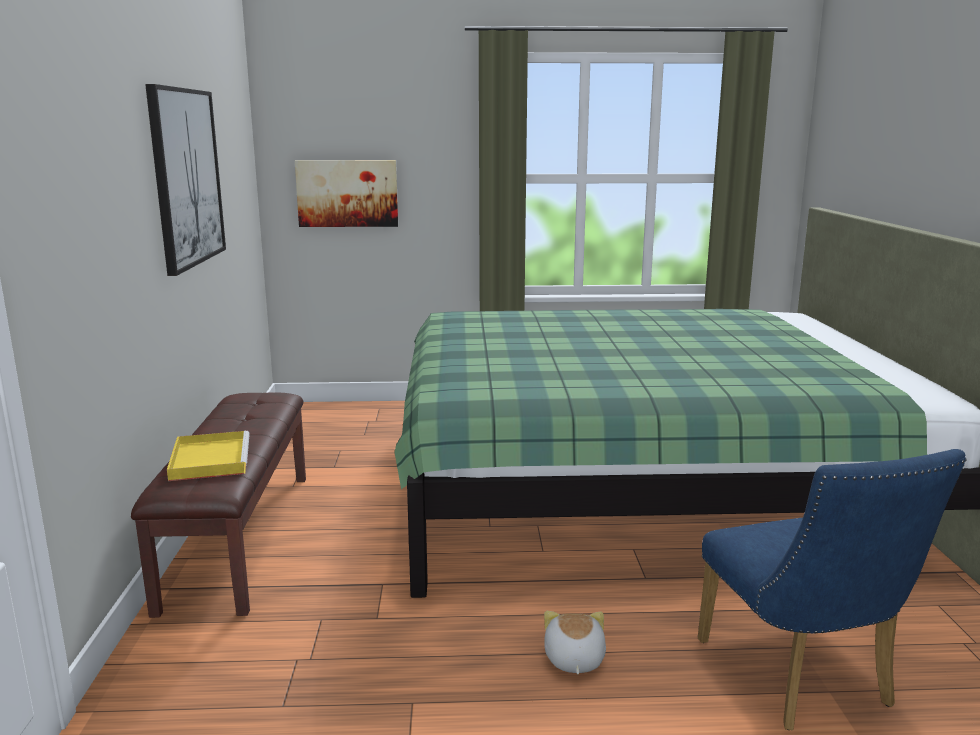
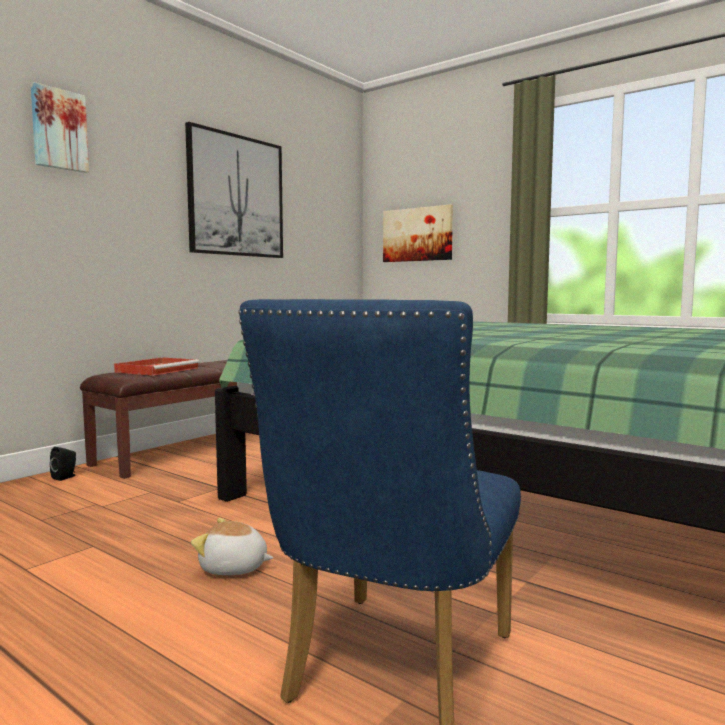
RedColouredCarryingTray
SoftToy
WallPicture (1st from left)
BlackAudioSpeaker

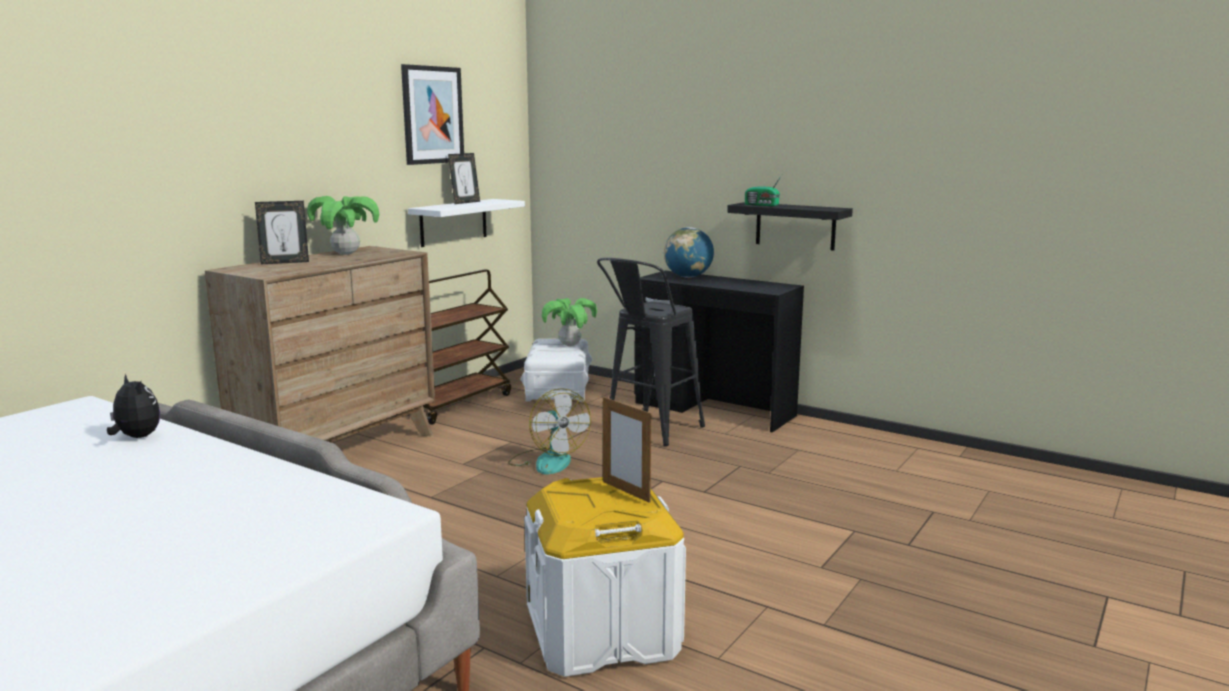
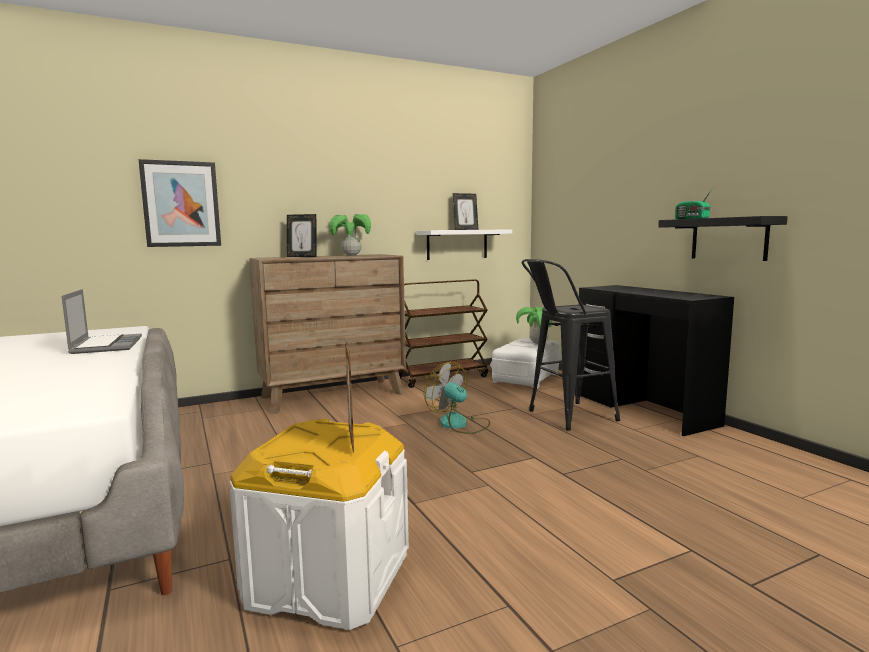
WallPicture
WorldGlobe
PortableComputer
Fan

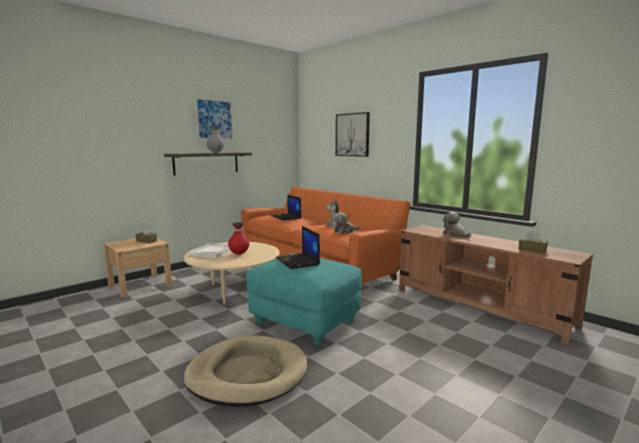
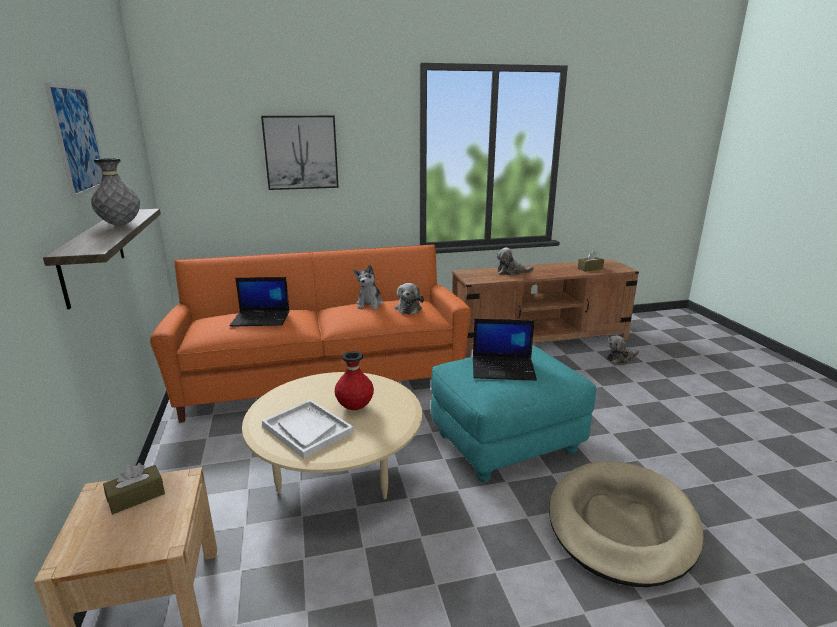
SoftToy (4th from left)

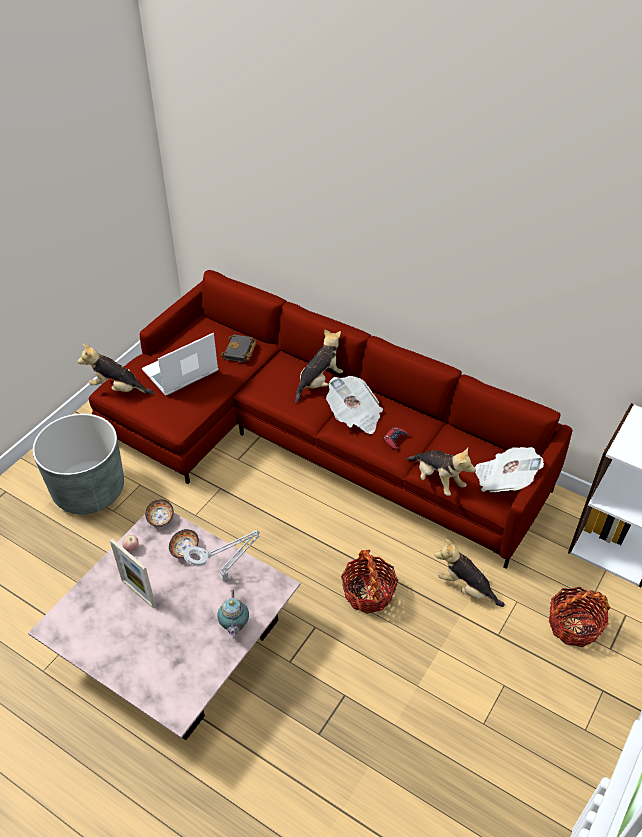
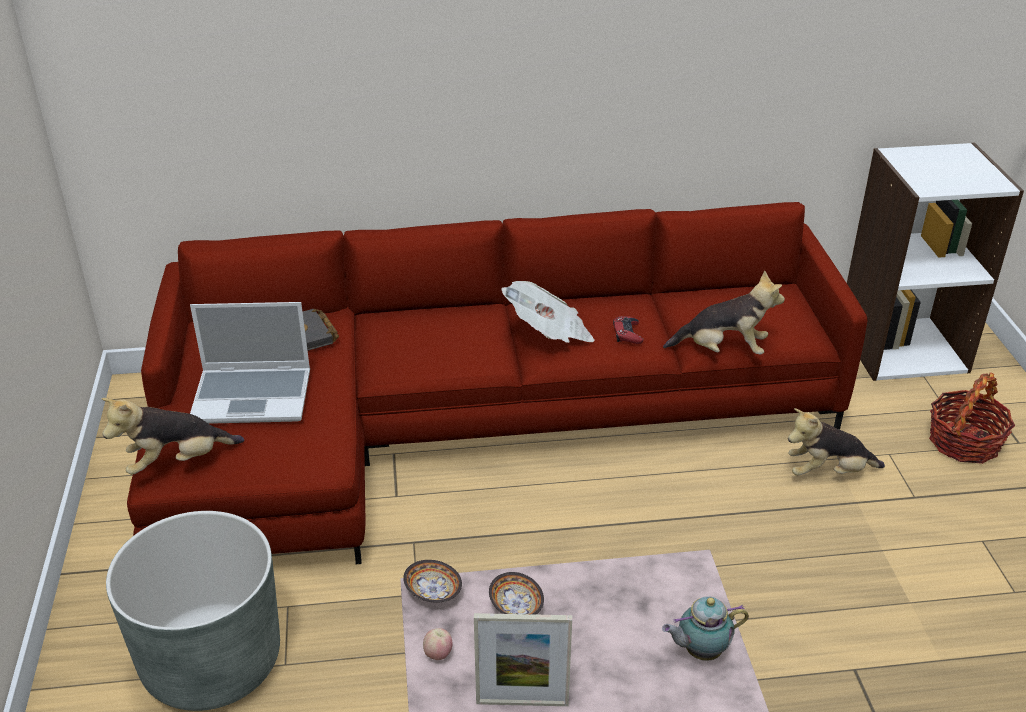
SoftToy (2nd from left in the first image)
PortableComputer
Newspaper (2nd from left in the first image)
GreyishTabletopLamp
Basket (1st from left in the first image)
PotForTea

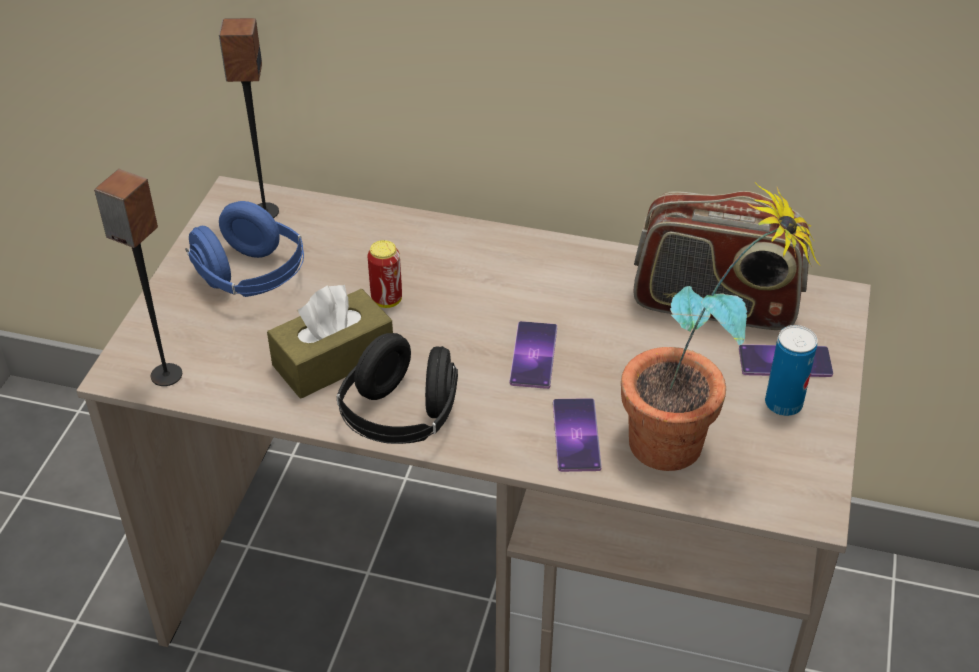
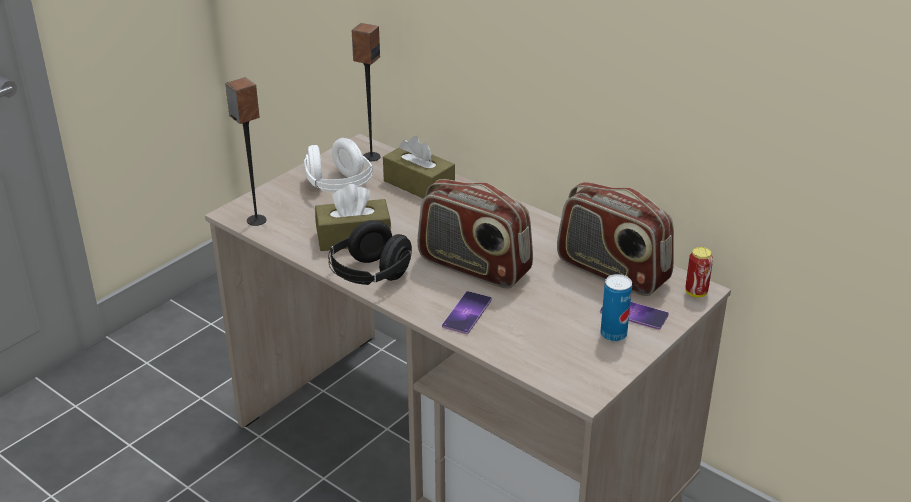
PottedPlant
WhitishPairOfHeadphones
Can (2nd from left)
RadioSet (1st from left)
BrownColouredTissueBox (2nd from left)

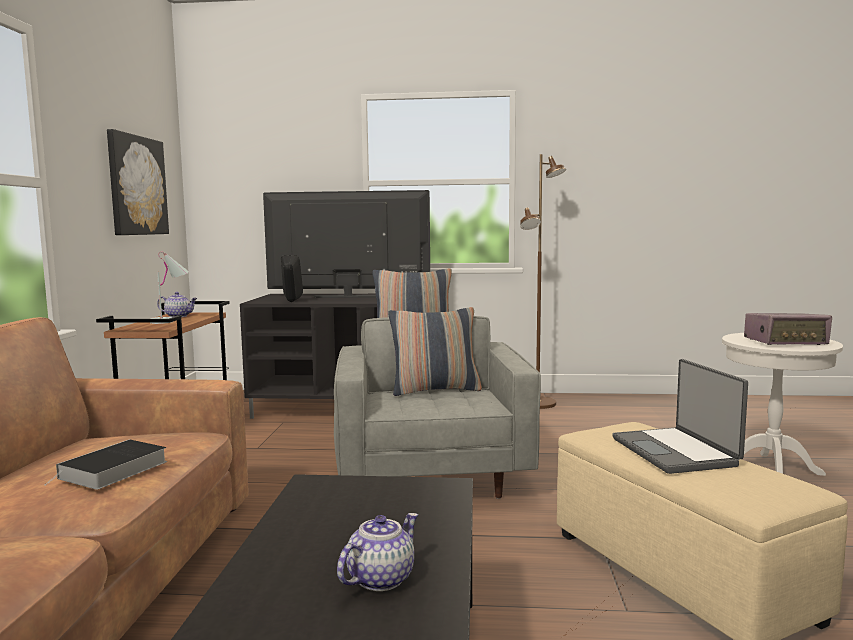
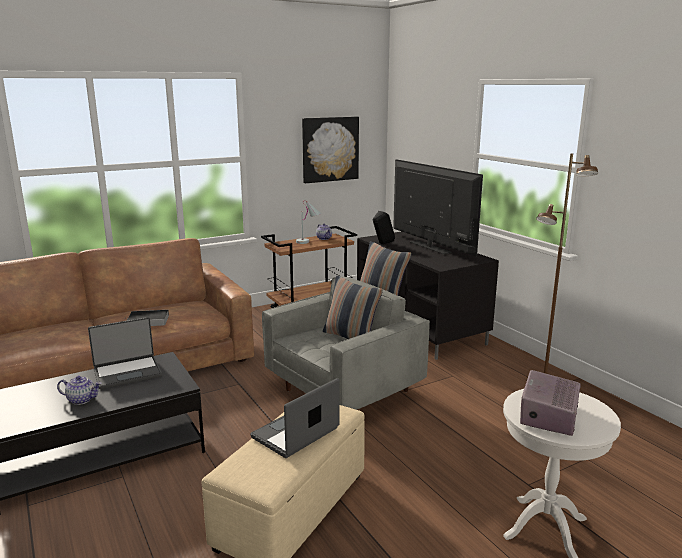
RadioSet
PortableComputer (1st from left)

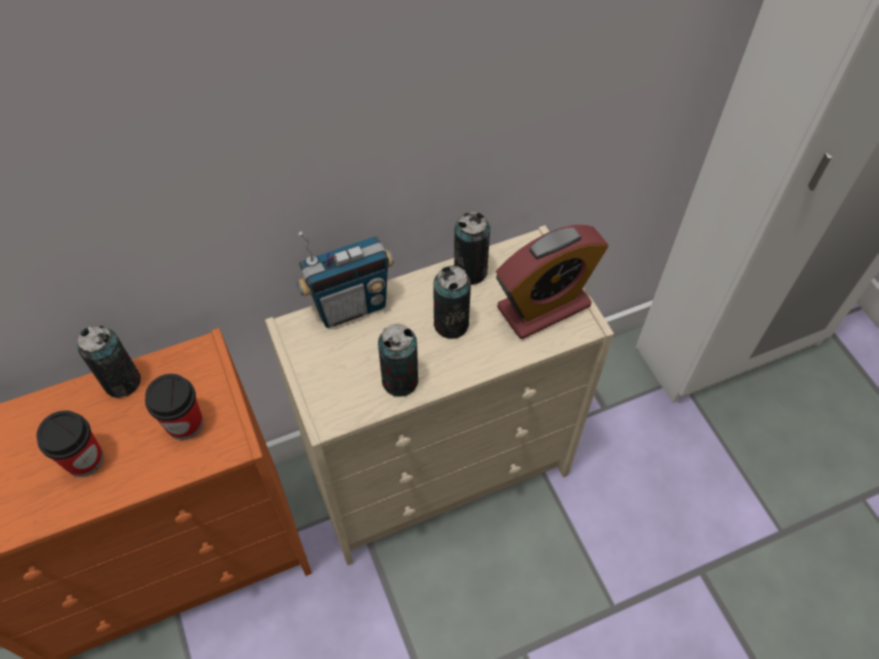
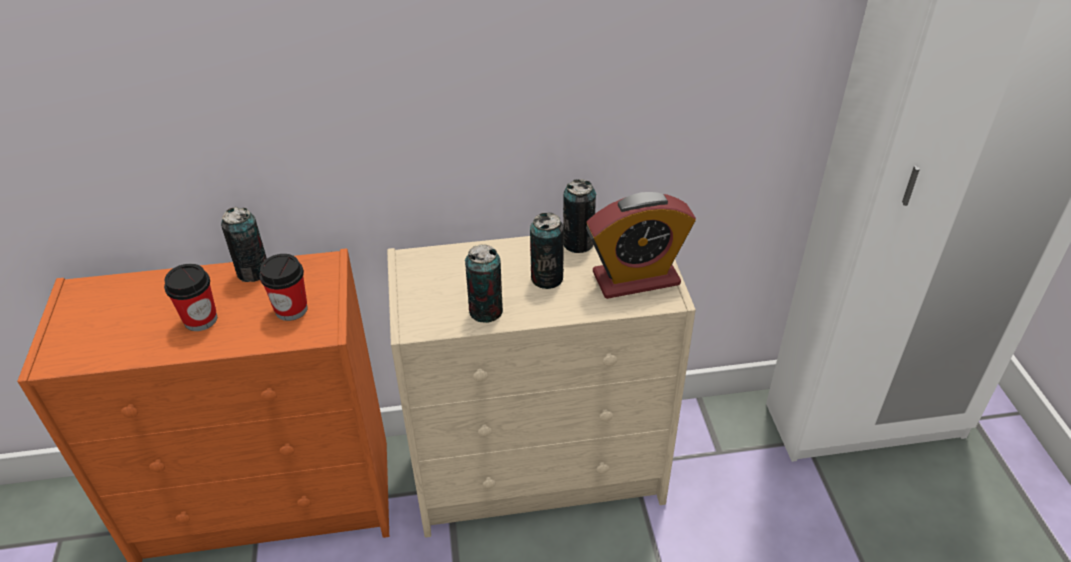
RadioSet

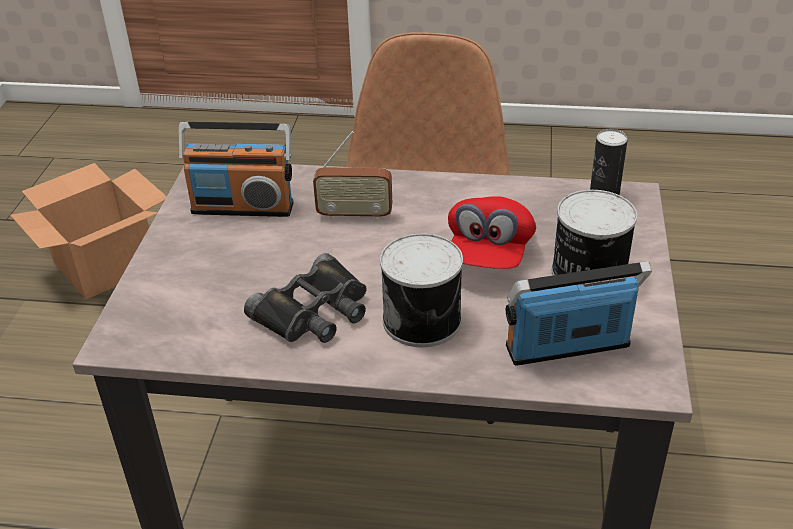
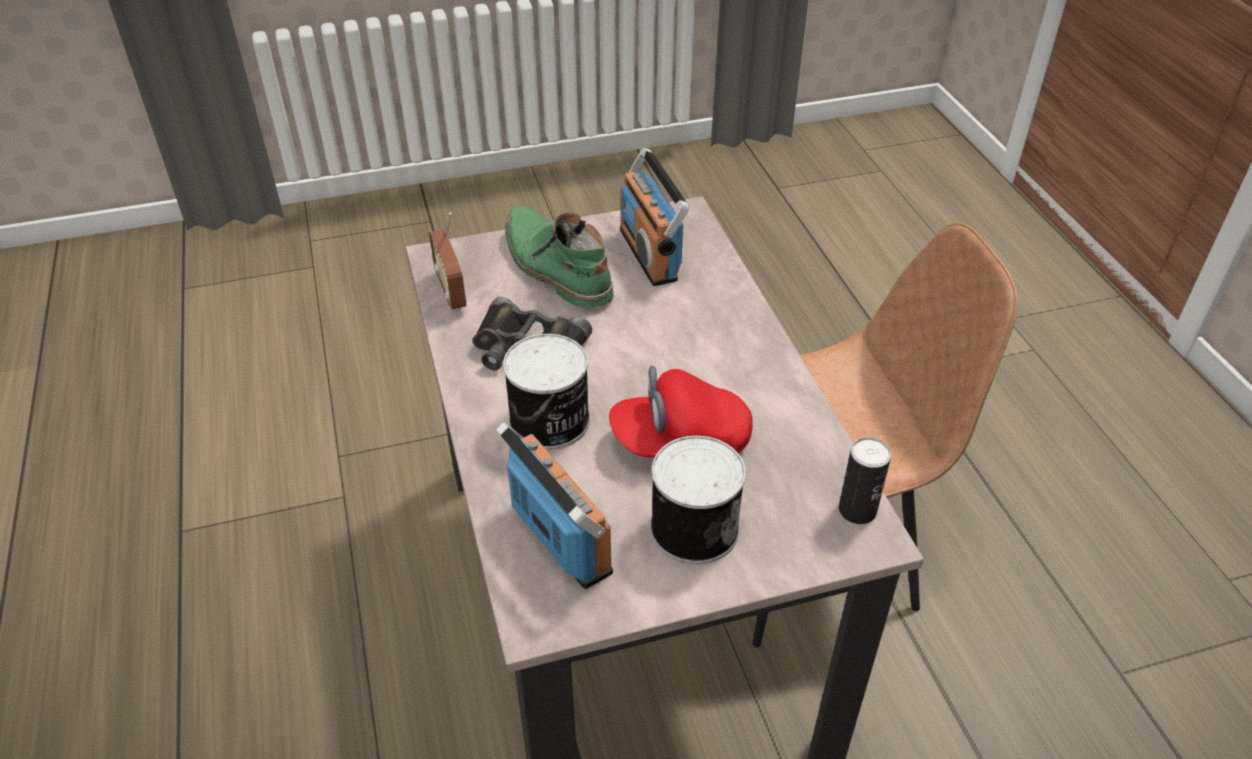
RadioSet (1st from left)
PackingBox
GreenColouredHighTopBoot

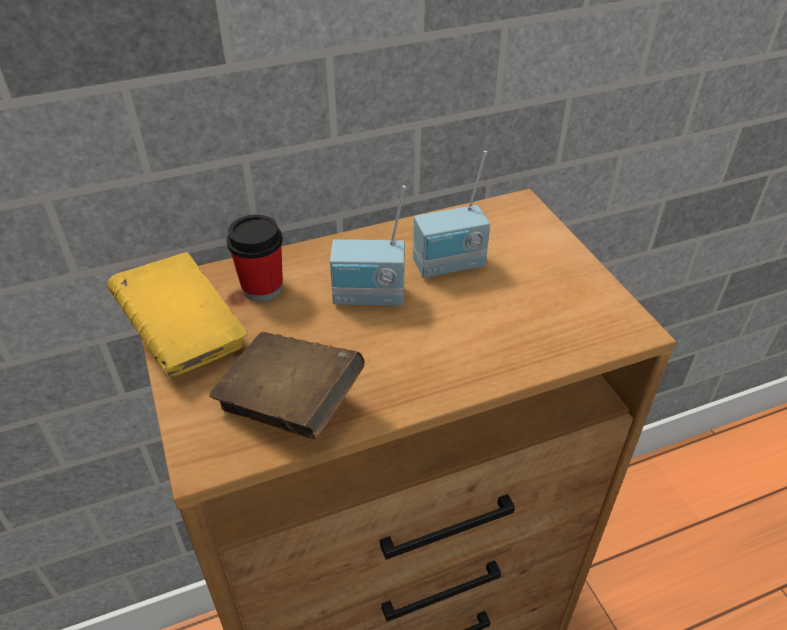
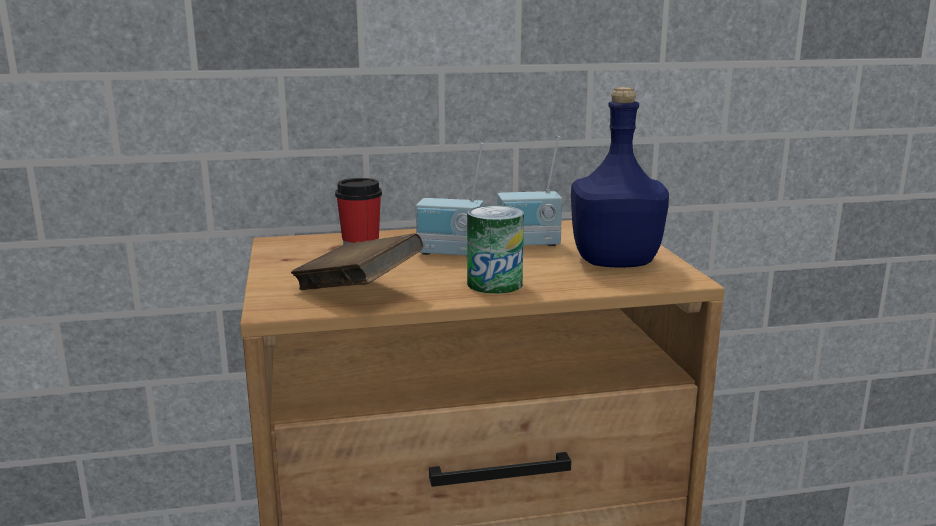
YellowBook
BlueDrinkBottle
Can

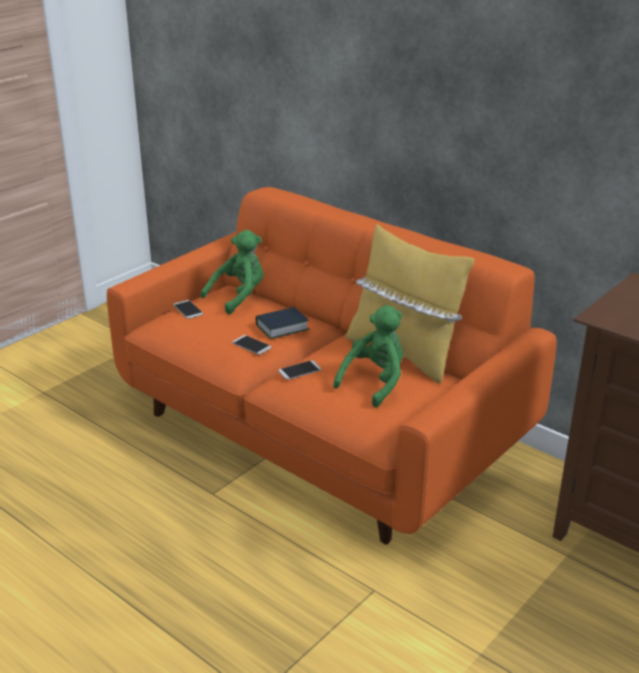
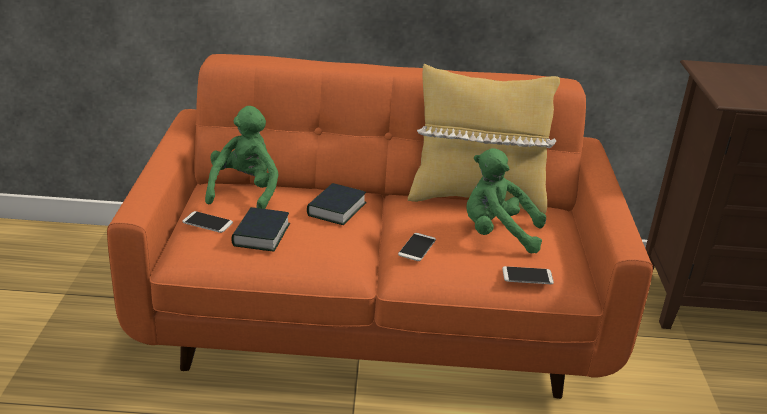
GreenColouredSoftToy (2nd from left)
Handset (3rd from left)
Book (1st from left)

